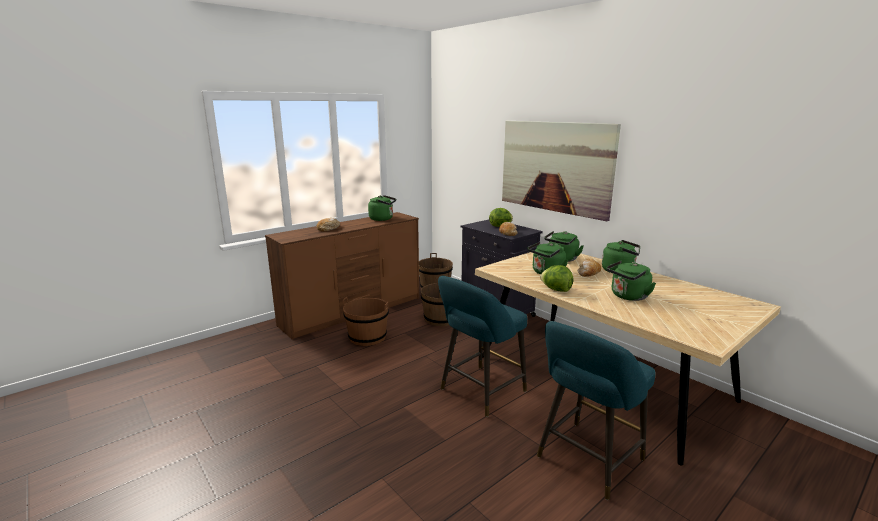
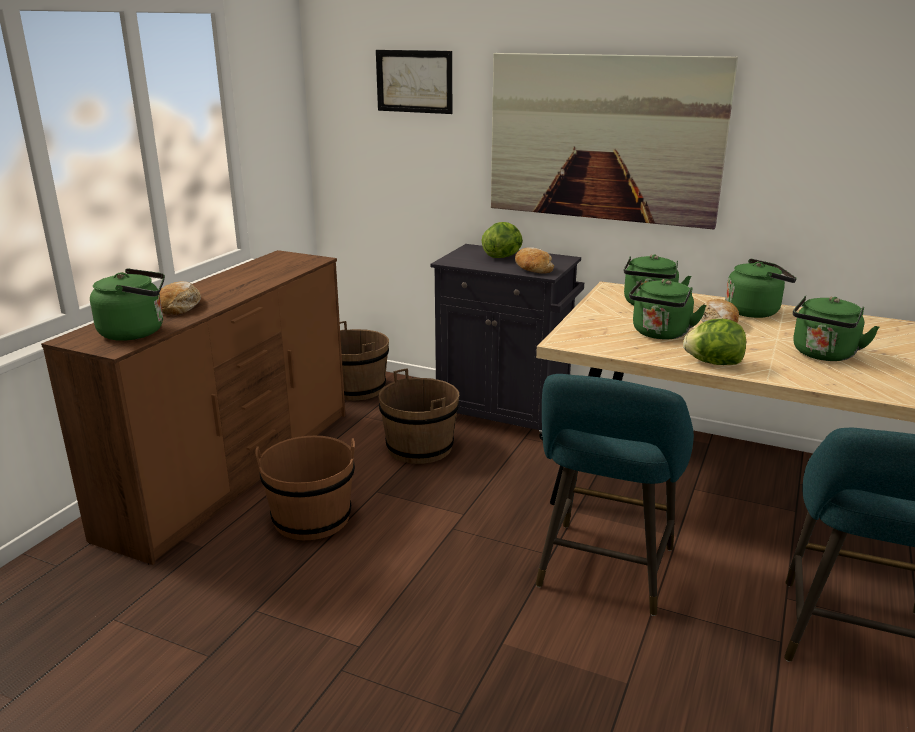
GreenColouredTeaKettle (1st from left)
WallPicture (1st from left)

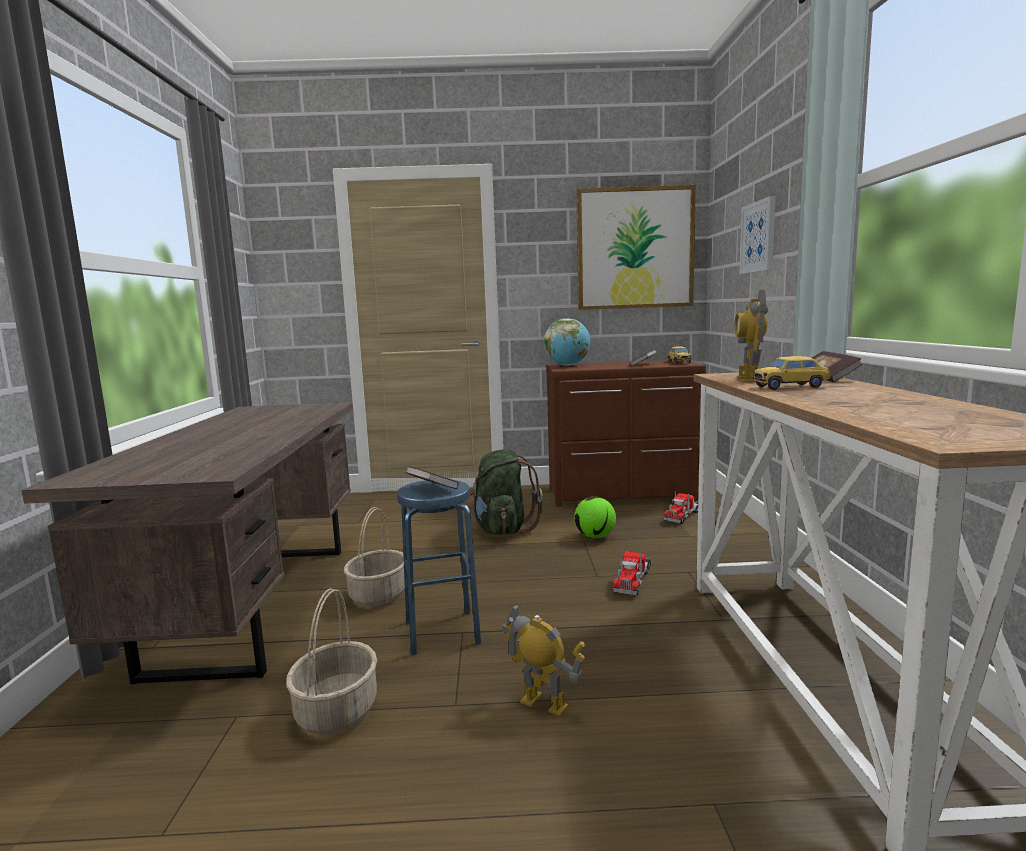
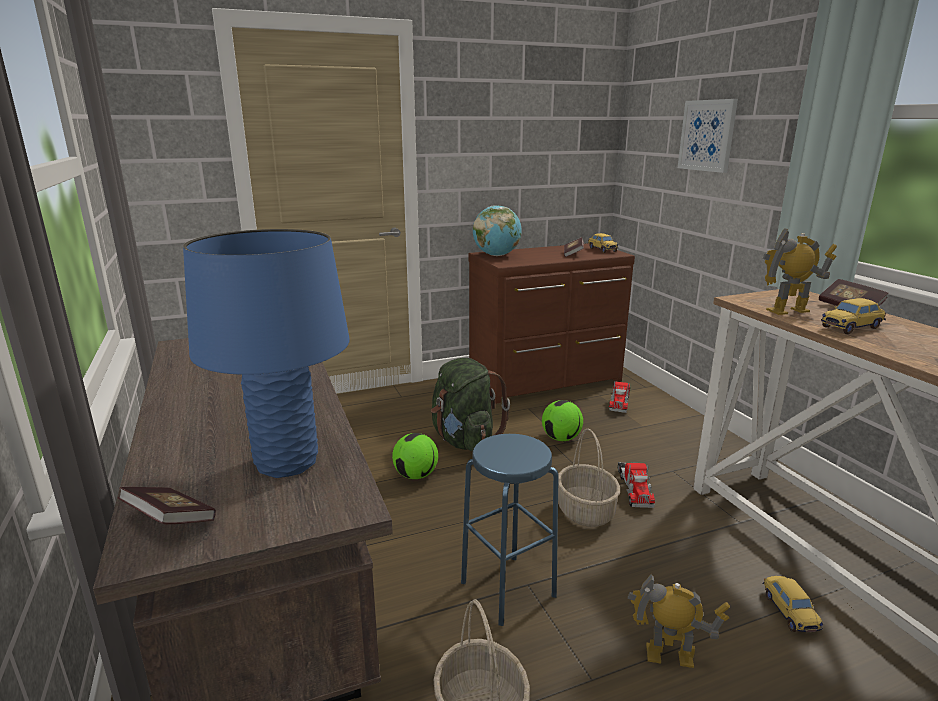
WallPicture (1st from left in the first image)
ModelRobot (2nd from left)
Book (1st from left)
Basket (2nd from left)
BlueTabletopLamp
Football (1st from left)
ModelCar (2nd from left)

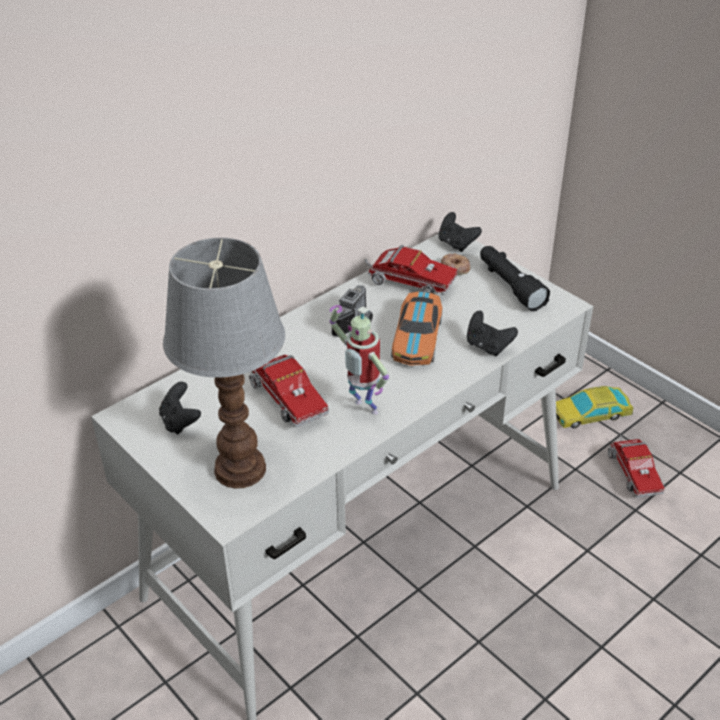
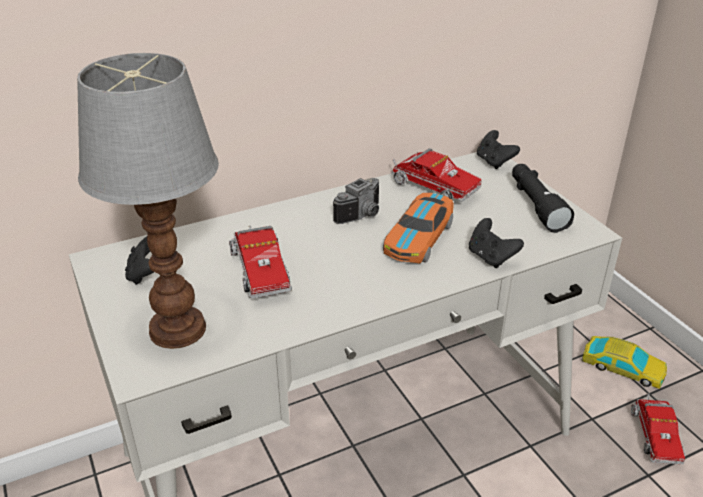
Donut
ModelRobot
ModelCar (2nd from left)

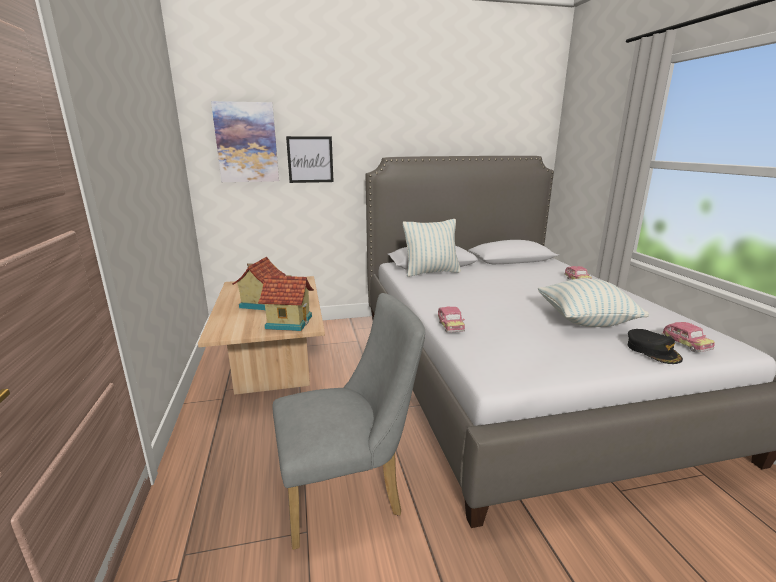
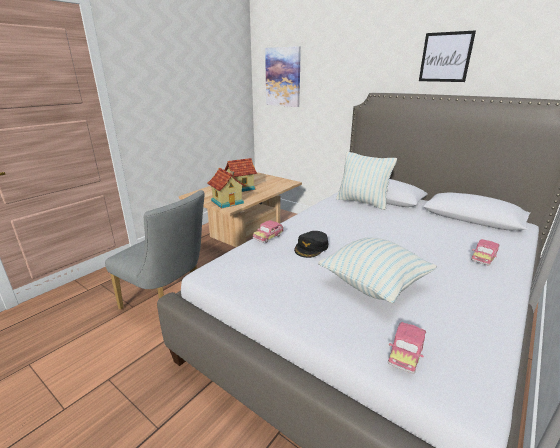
WallPicture (2nd from left)
BlackCap

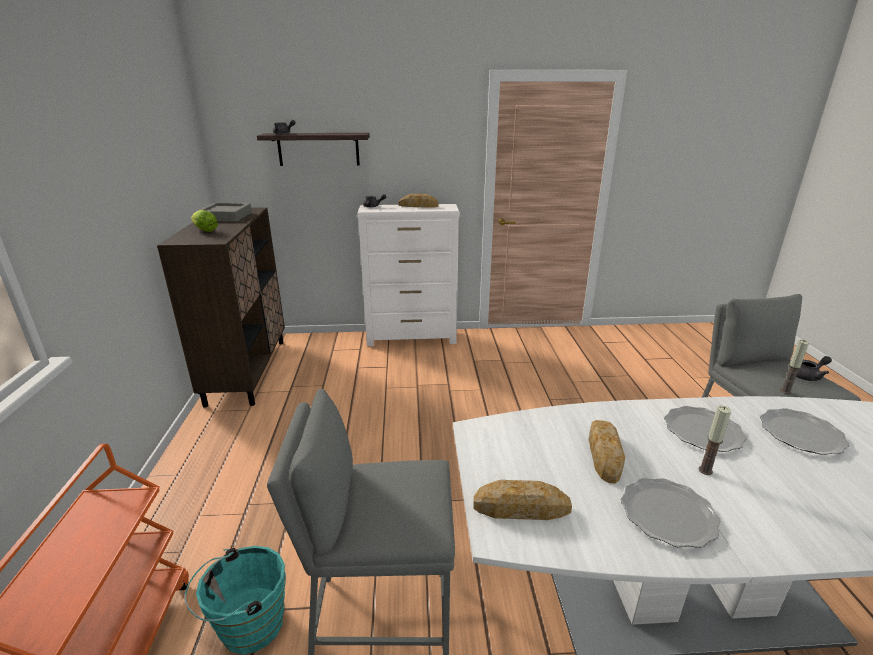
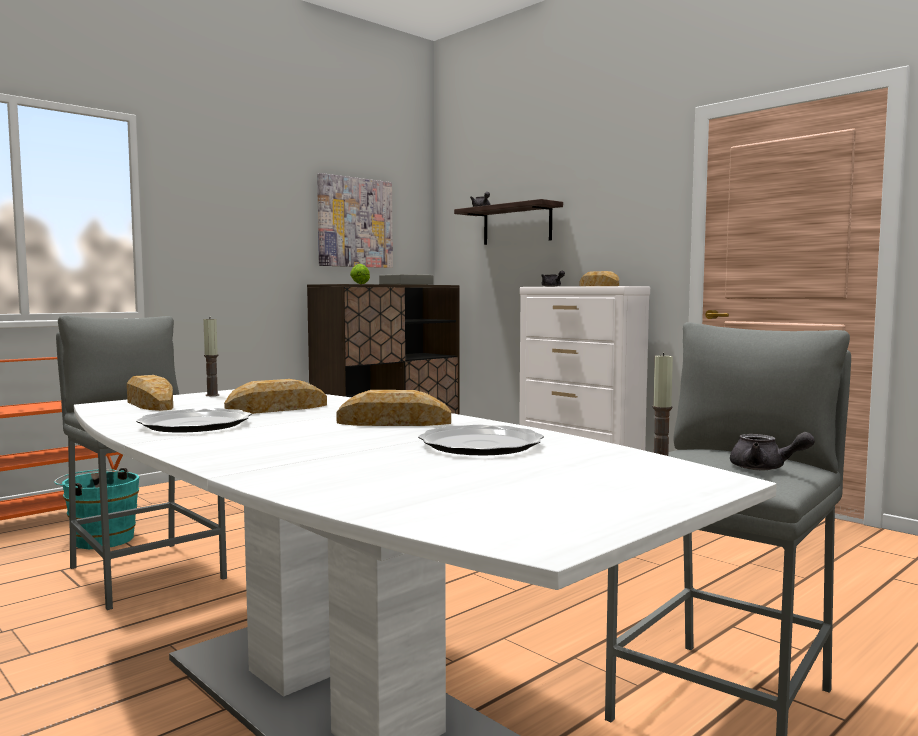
BakedBread (3rd from left)
WaxLight (1st from left)
WallPicture

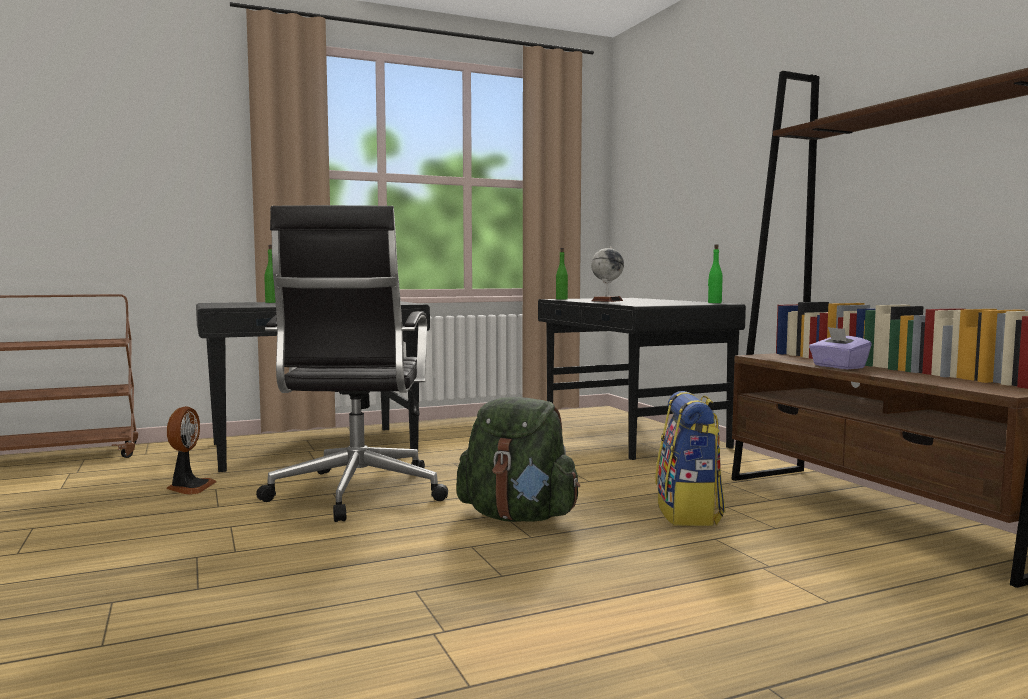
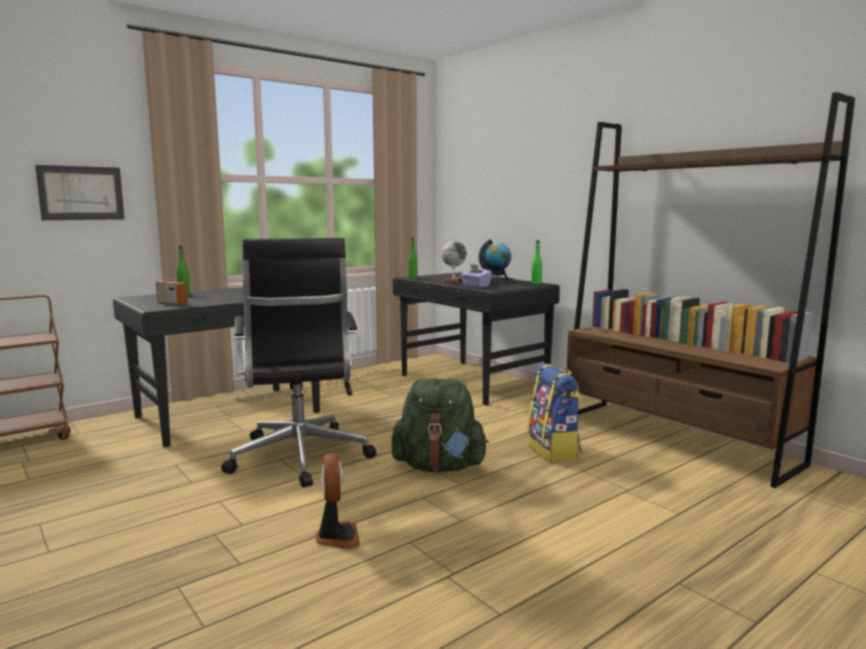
PurpleTissueBox
Fan
WallPicture
WorldGlobe (2nd from left)
RadioSet

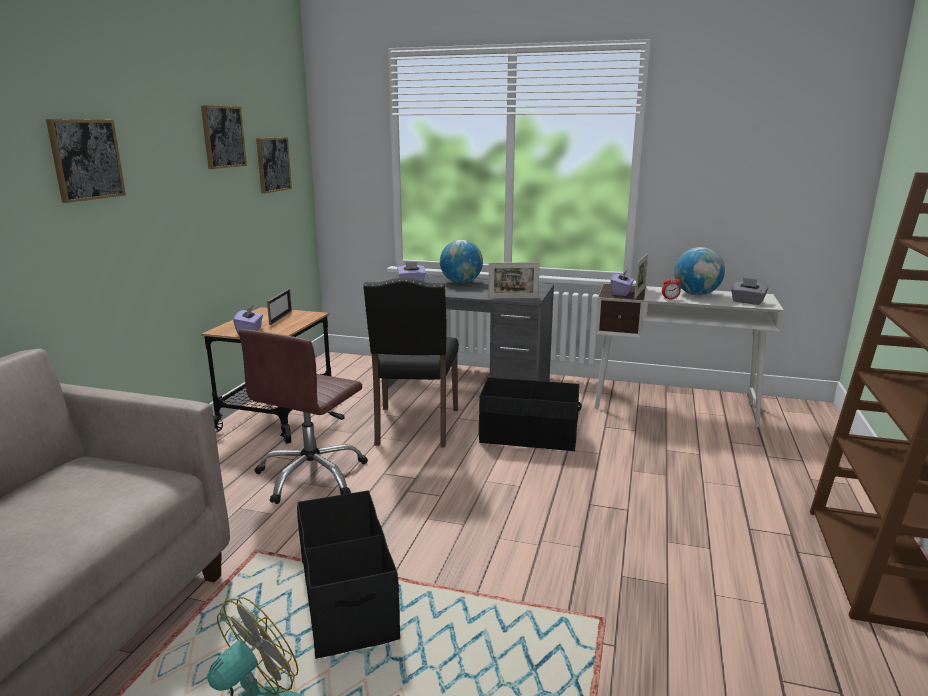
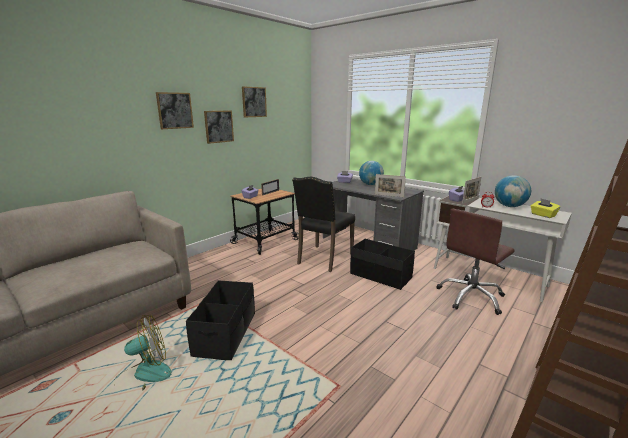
WallPicture (2nd from left)
YellowTissueBox
BrownColouredOfficeChair

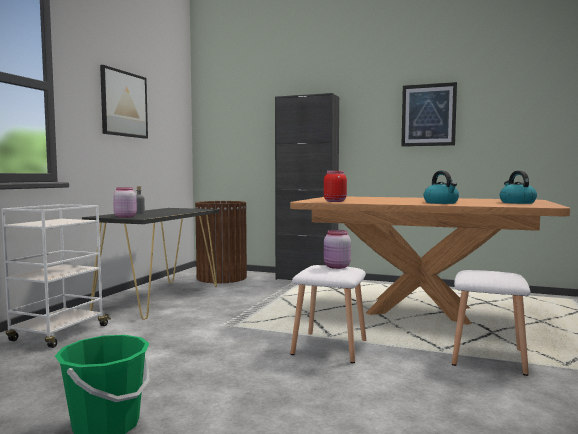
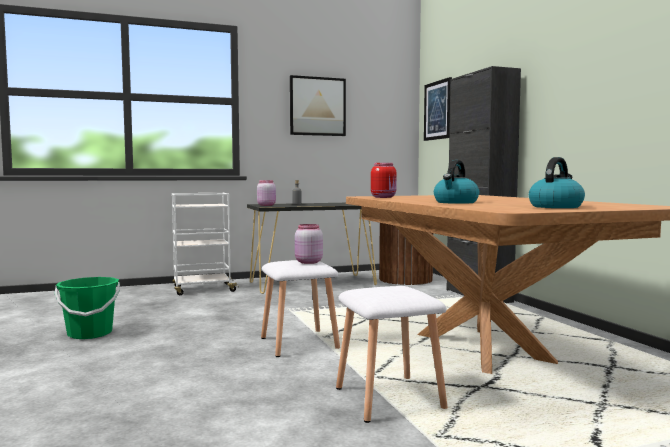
WallPicture (2nd from left)

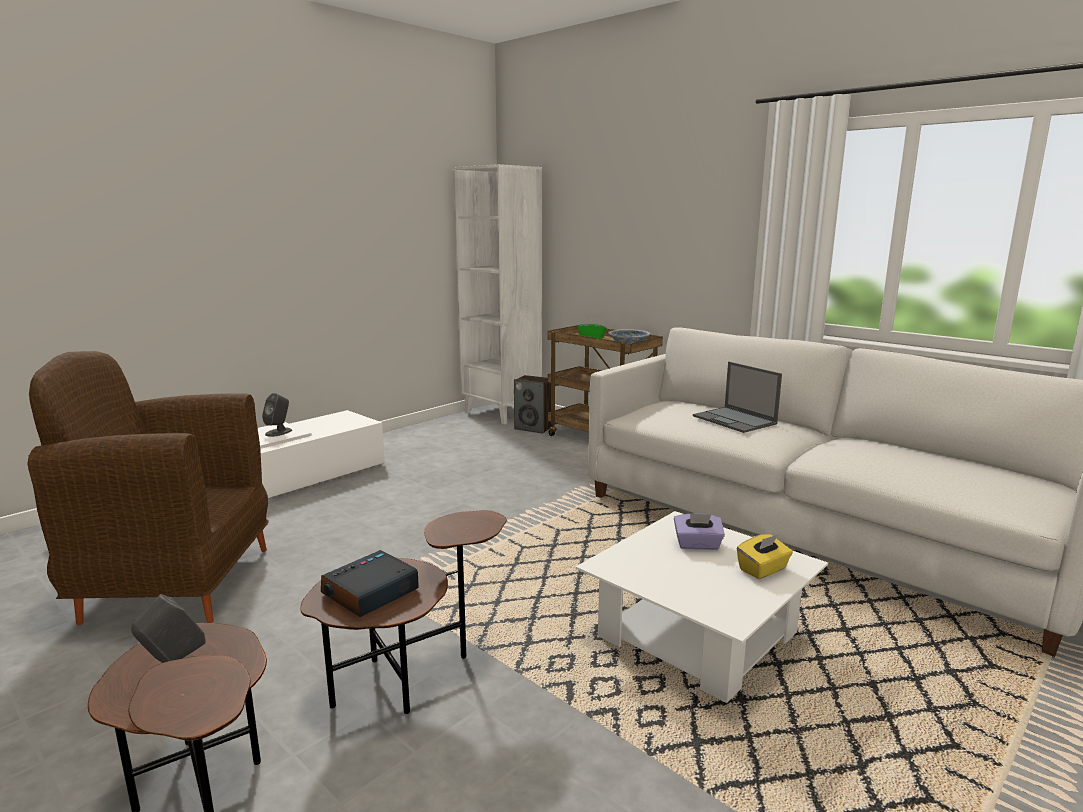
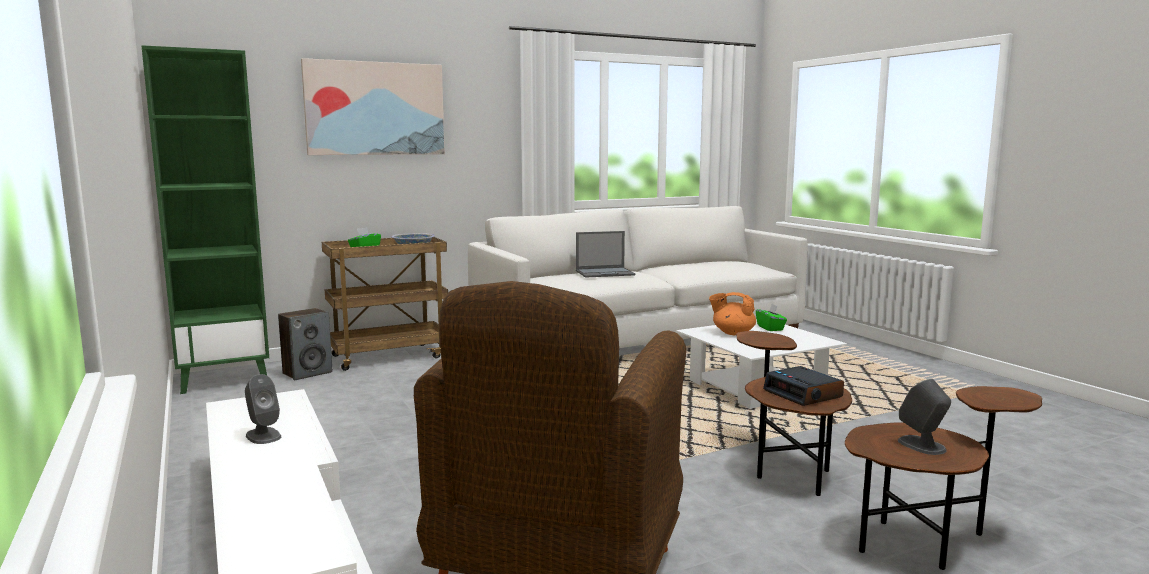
GreenColouredBookcase
OrangeyPotForTea
GreenColouredTissueBox (2nd from left)
WallPicture

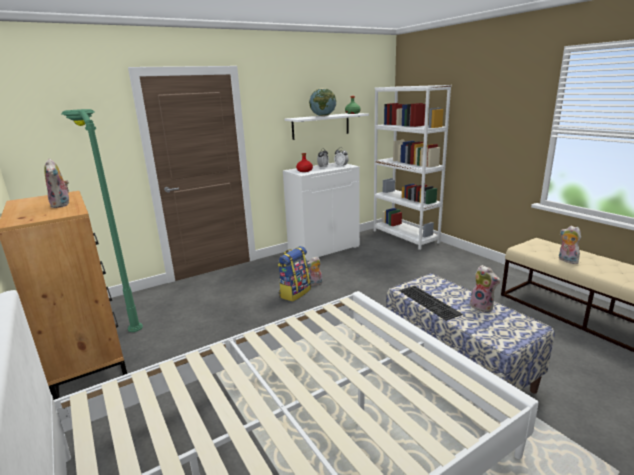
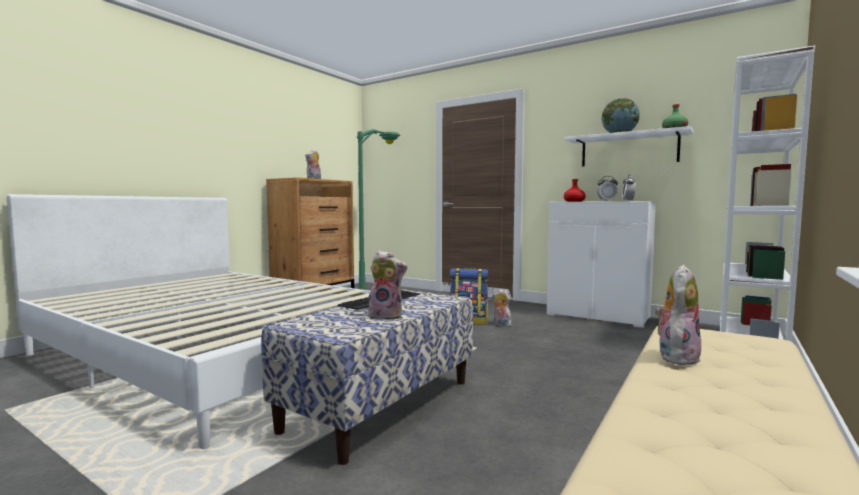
SoftToy (2nd from left)

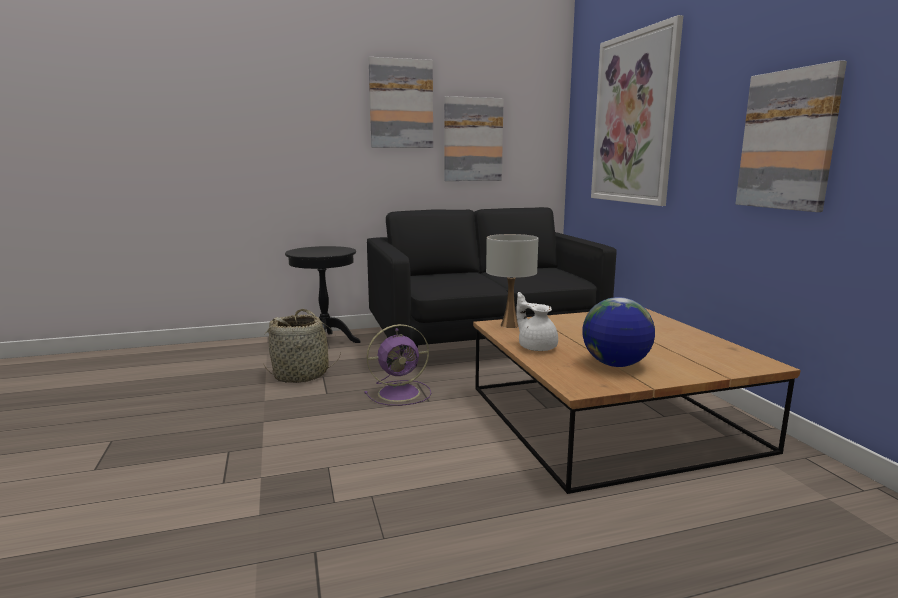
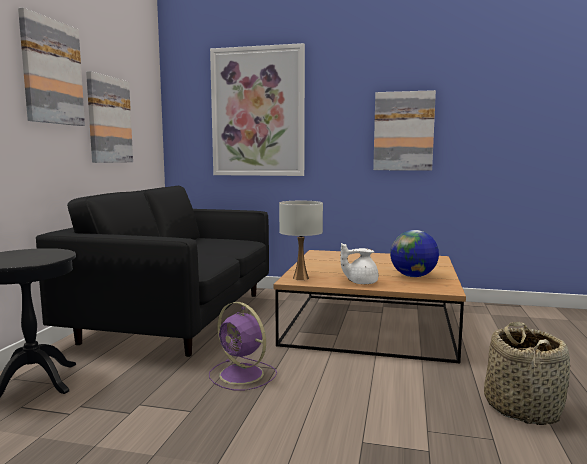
Basket
PurpleFan

